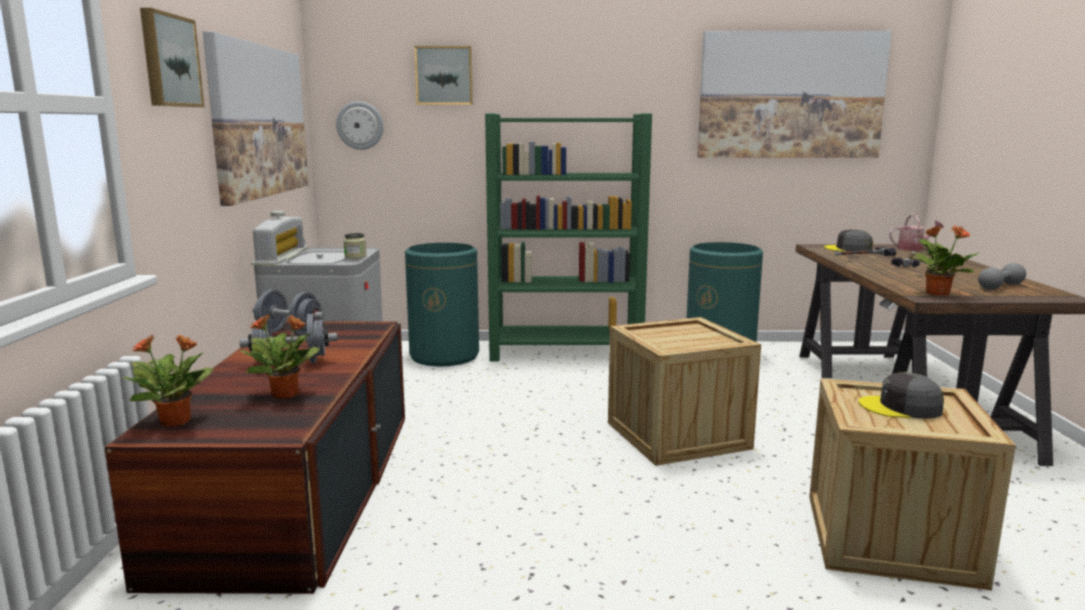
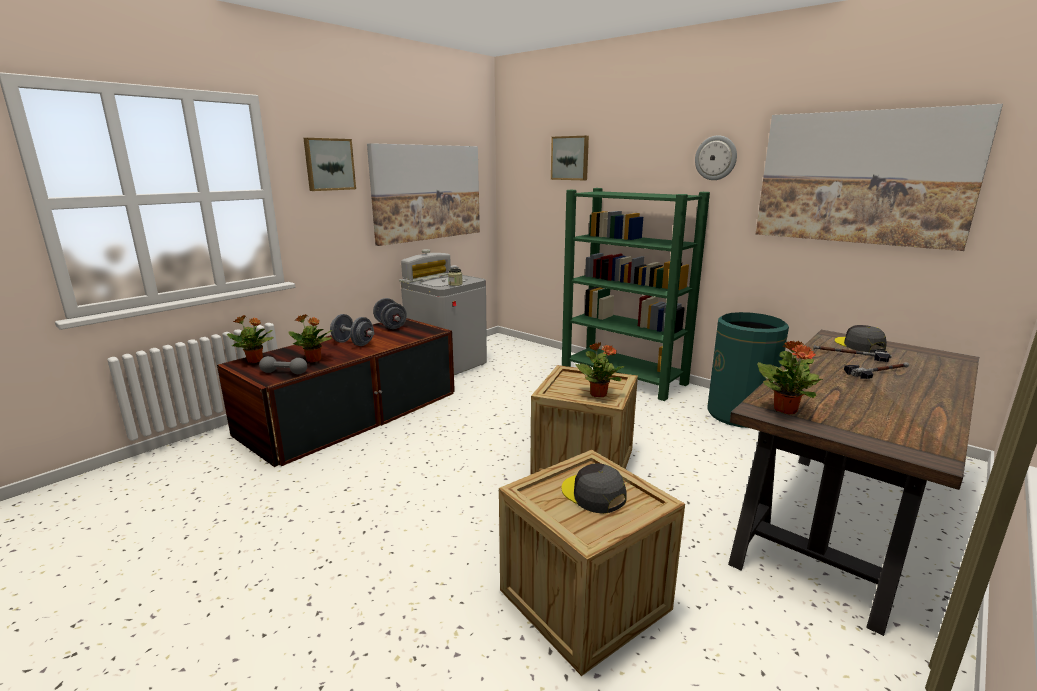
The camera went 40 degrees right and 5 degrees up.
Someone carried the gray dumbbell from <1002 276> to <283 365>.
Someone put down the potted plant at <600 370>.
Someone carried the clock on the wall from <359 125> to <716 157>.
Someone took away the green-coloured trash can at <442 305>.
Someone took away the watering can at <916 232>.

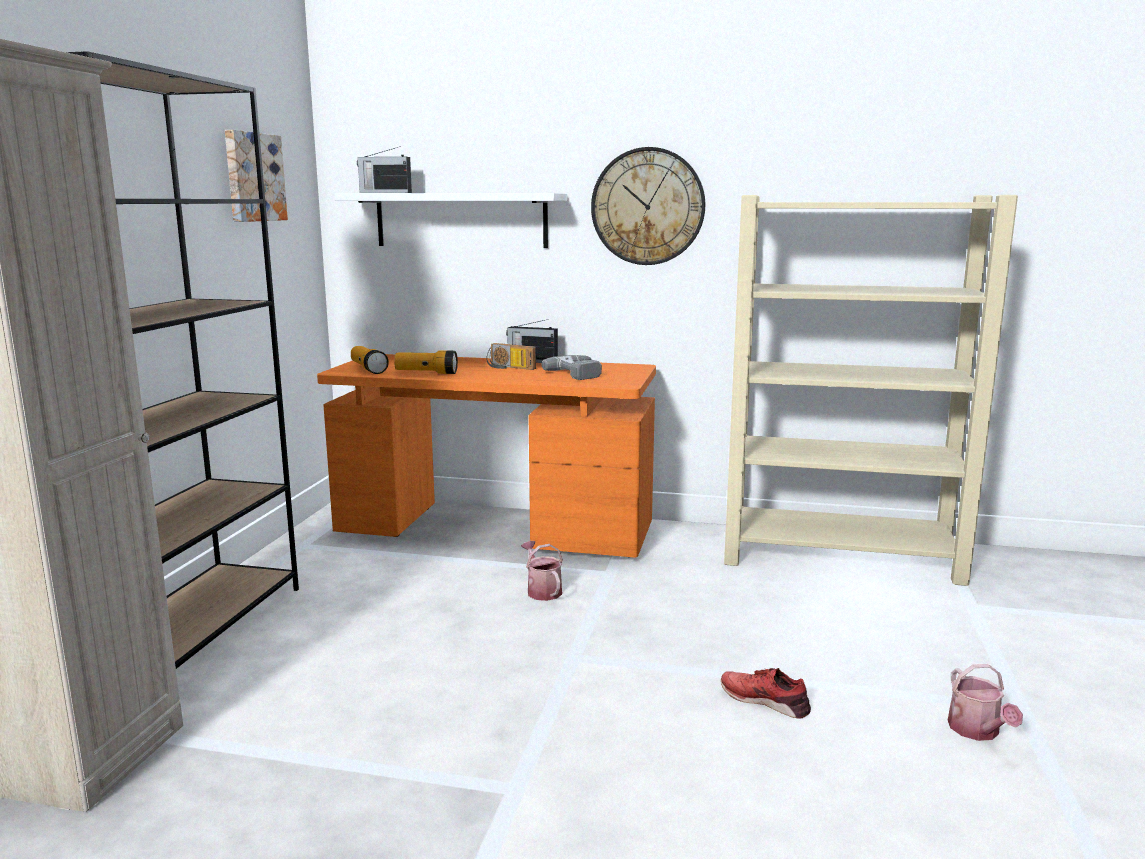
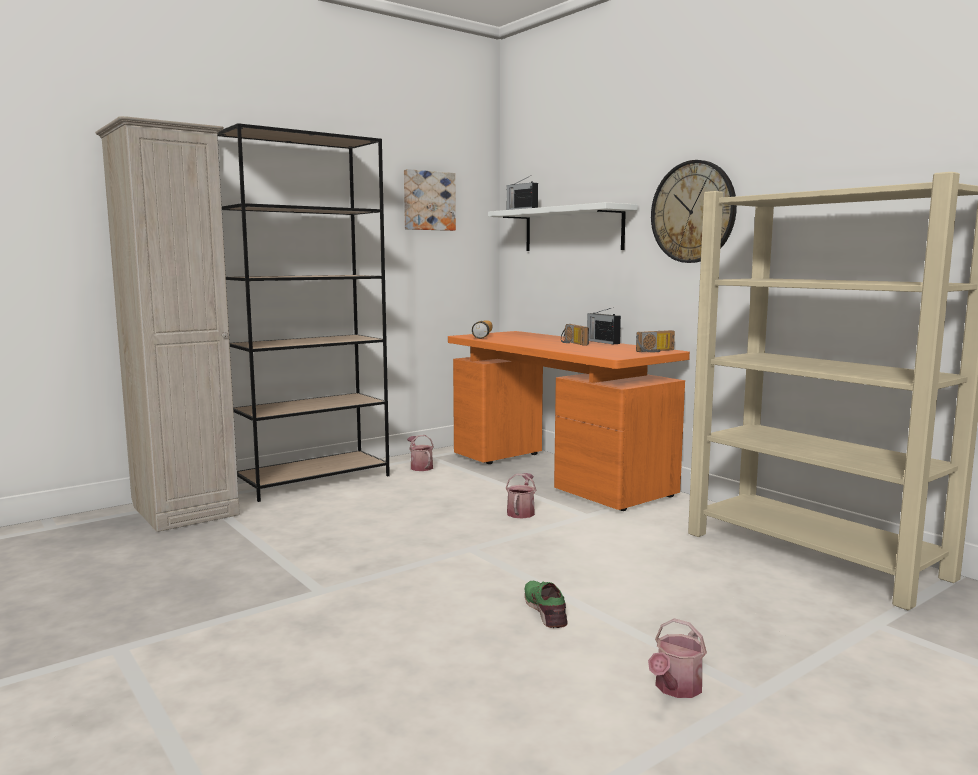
The camera went 40 degrees right and 5 degrees down.
Someone put down the watering can at <420 453>.
Someone repainted the reddish low shoe at <766 693>, which became the green-coloured low shoe at <546 604>.
Someone put down the radio at <655 341>.
Someone took away the hand torch at <426 362>.
Someone took away the drill at <572 367>.

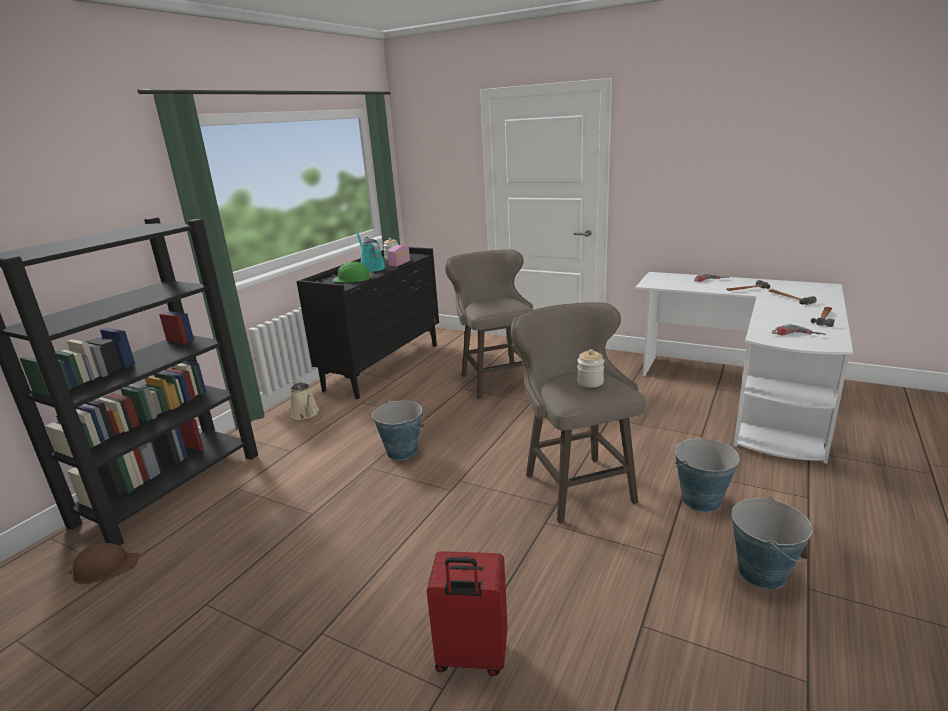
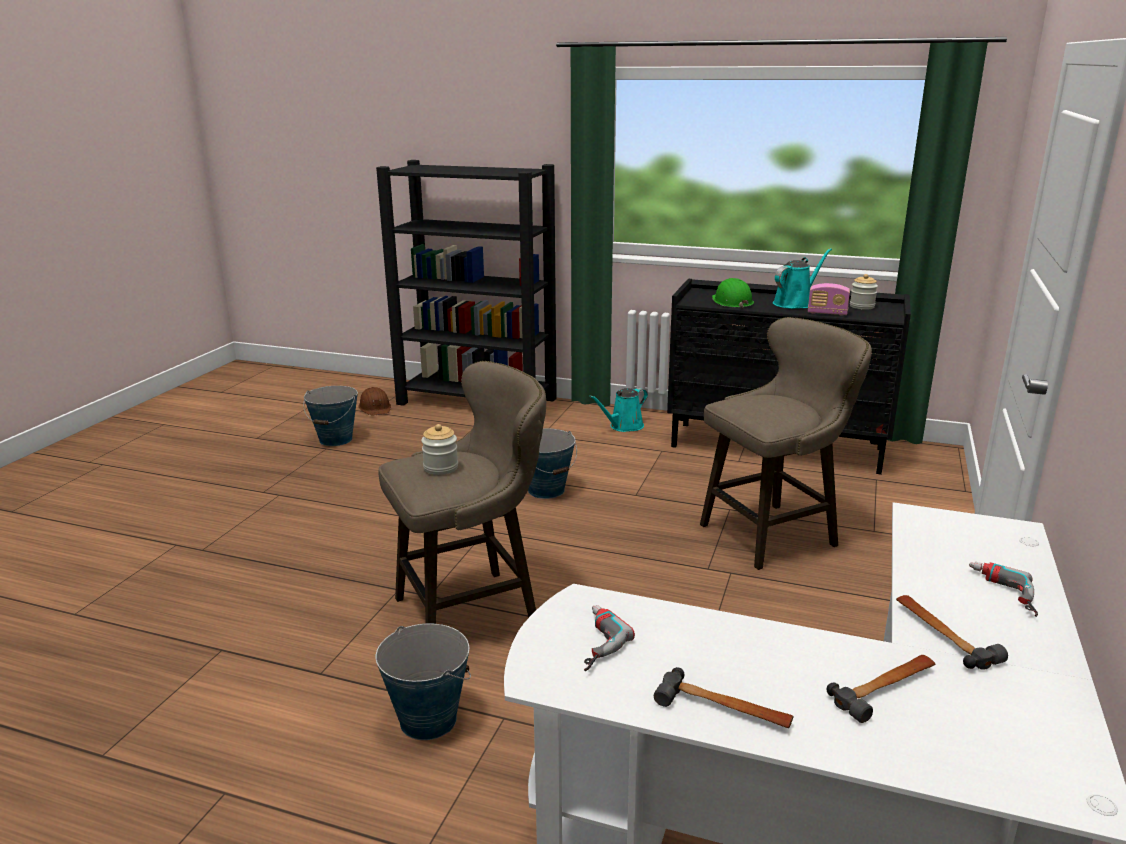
The camera went 80 degrees right and 0 degrees up.
Someone carried the pail from <772 543> to <330 416>.
Someone repainted the sand-coloured watering can at <304 400>, which became the blue-green watering can at <618 410>.
Someone took away the reddish travel case at <467 613>.

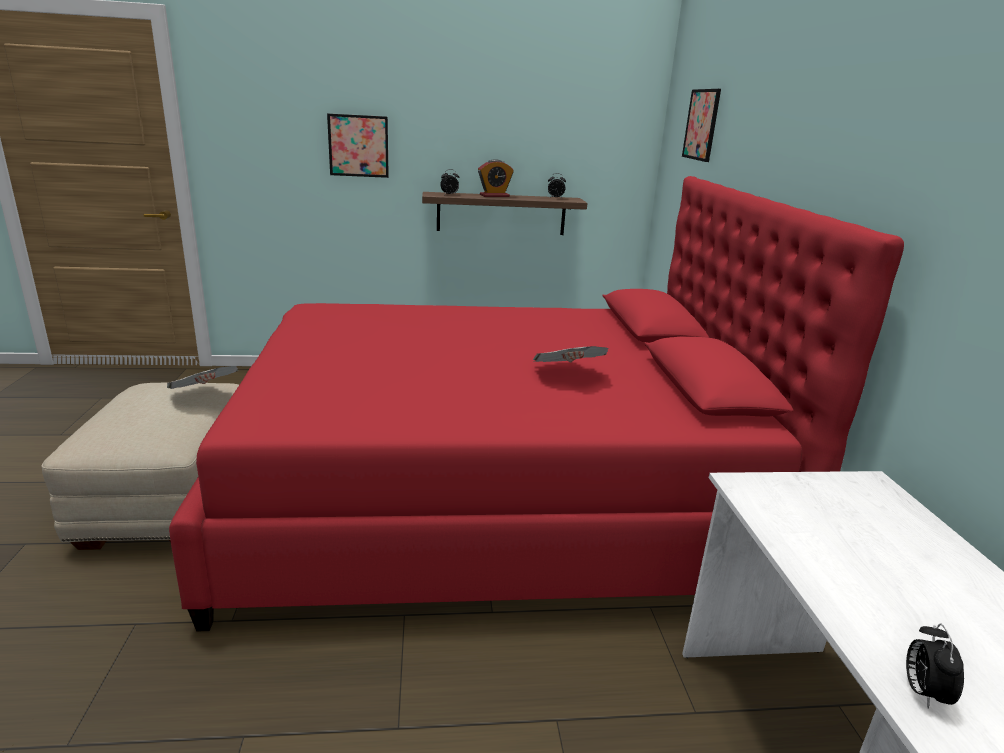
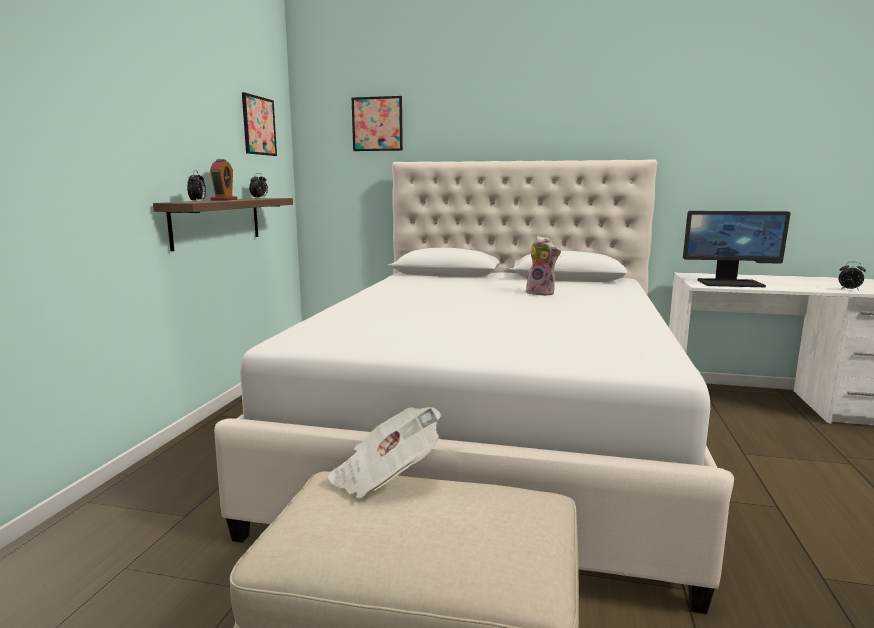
The camera went 70 degrees left and 10 degrees down.
Someone repainted the reddish bed at <536 404>, which became the white bed at <474 386>.
Someone carried the picture from <358 145> to <259 124>.
Someone swapped the daily paper at <571 354> for the plush toy at <542 266>.
Someone put down the computer display at <737 249>.

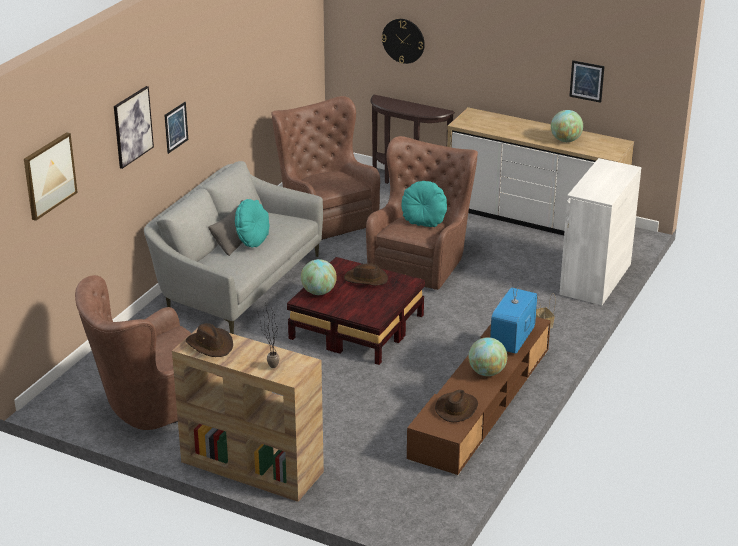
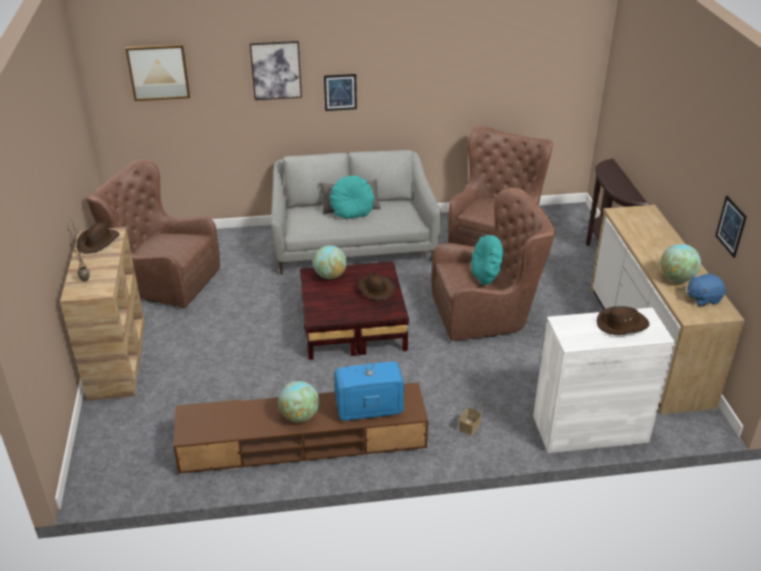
The camera went 55 degrees right and 5 degrees up.
Someone carried the brown-coloured hat from <456 406> to <623 320>.
Someone put down the blue-coloured plush toy at <706 290>.
Someone took away the clock on the wall at <403 41>.

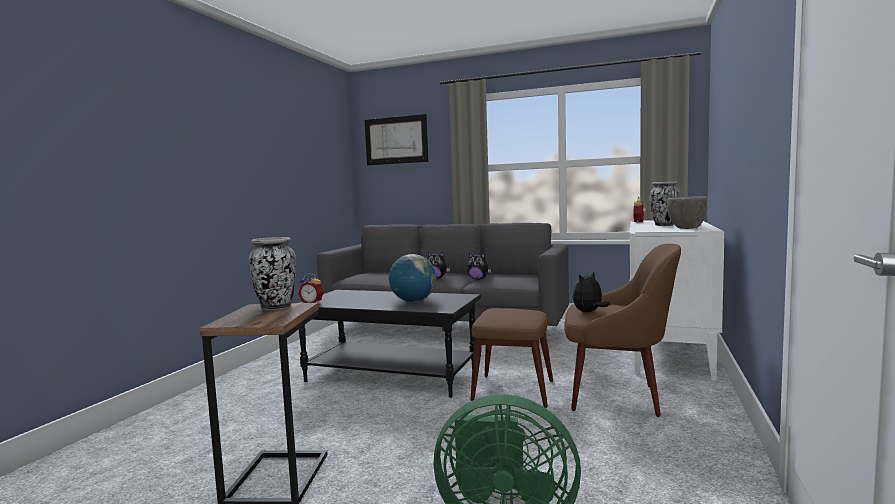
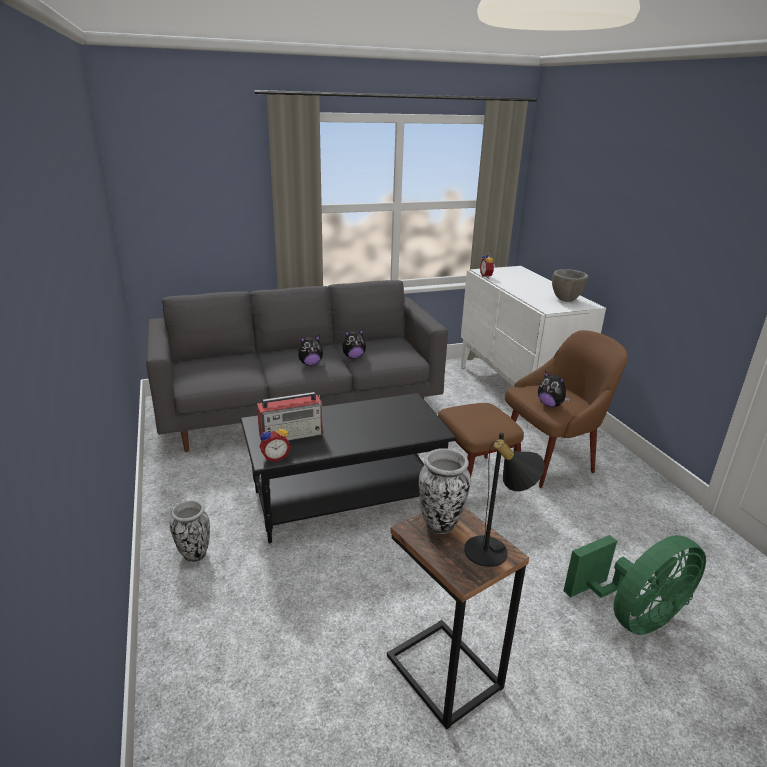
The camera went 40 degrees left and 20 degrees up.
Someone carried the flower vase from <665 204> to <190 531>.
Someone put down the radio at <290 416>.
Someone put down the black-coloured table lamp at <504 500>.
Someone rotated the plush toy at <591 291> by 60 degrees counterclockwise.
Someone took away the picture at <396 139>.
Someone took away the desk globe at <412 278>.

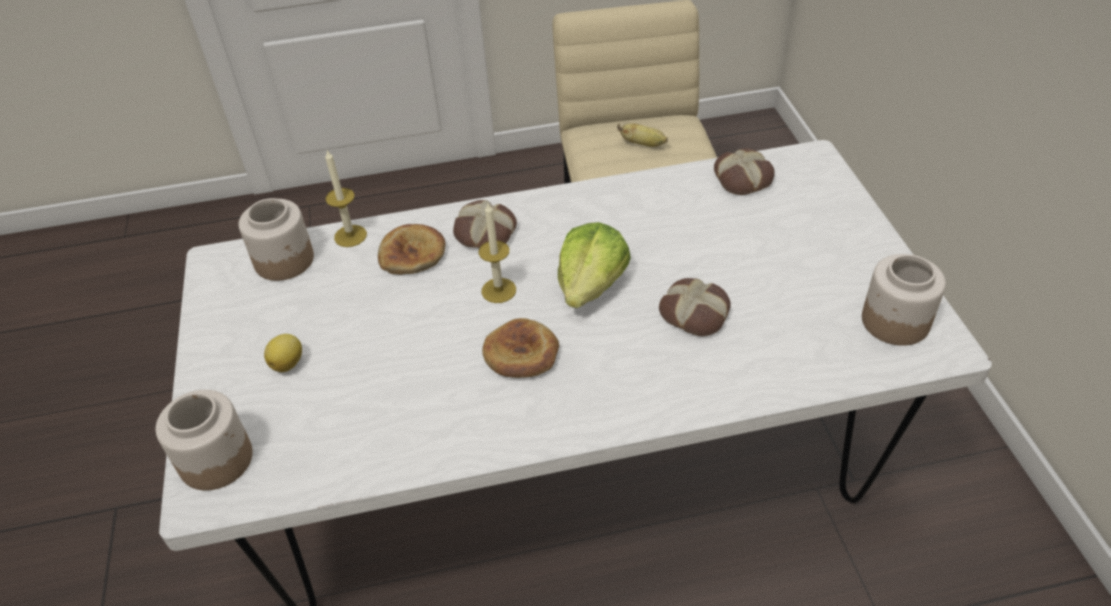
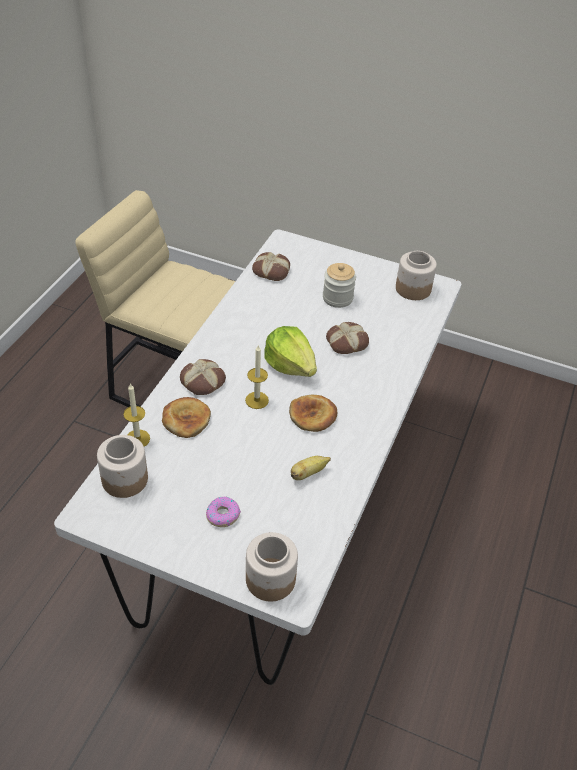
The camera went 60 degrees left and 0 degrees up.
Someone swapped the lemon at <283 353> for the donut at <223 512>.
Someone carried the whole banana from <642 135> to <311 468>.
Someone put down the jar at <339 285>.

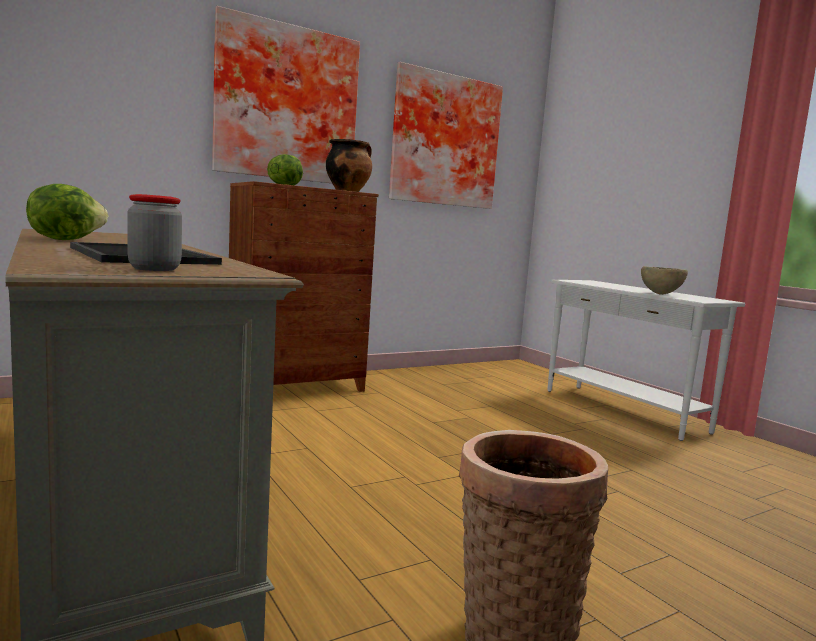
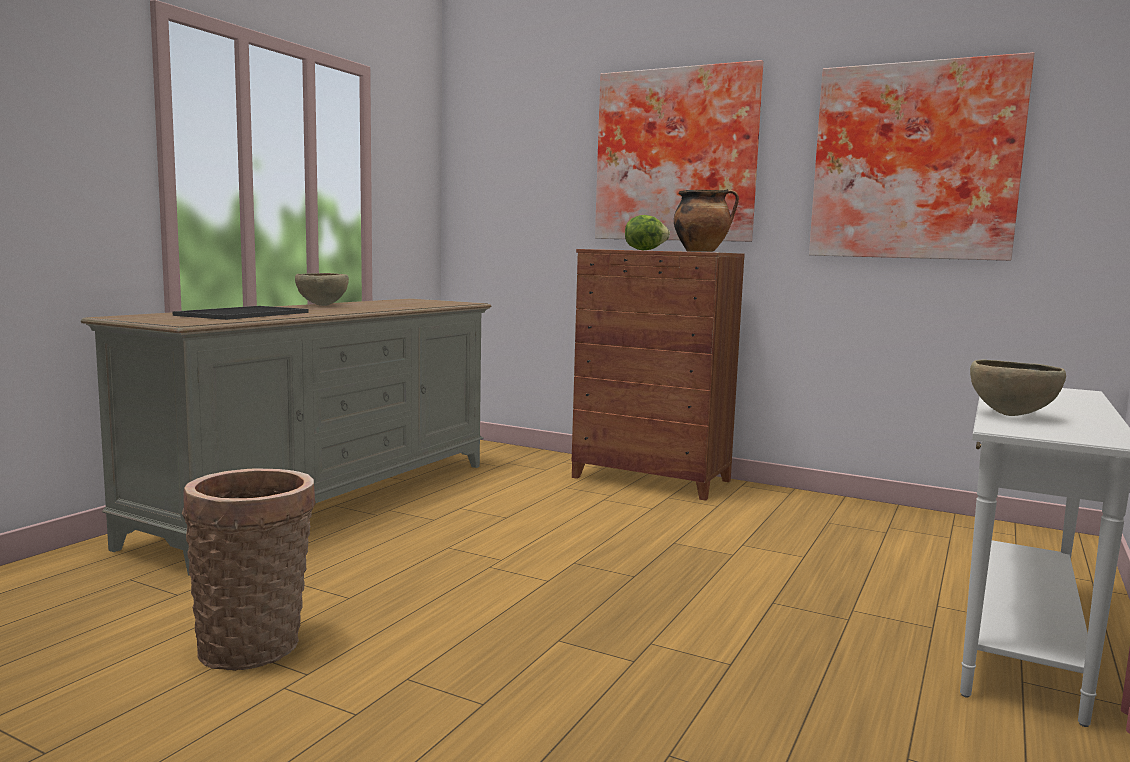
The camera went 60 degrees right and 0 degrees up.
Someone swapped the lettuce at <67 212> for the brown-coloured serving bowl at <322 289>.
Someone took away the jar at <154 232>.

